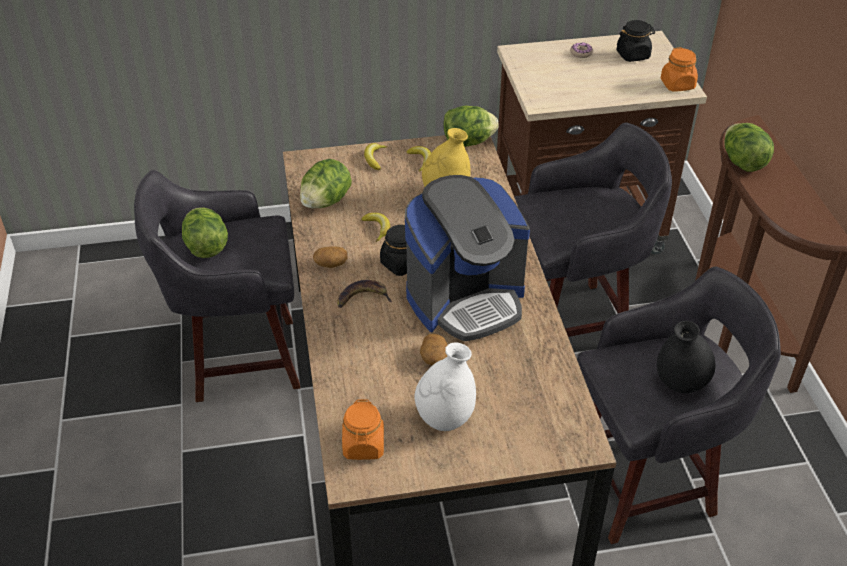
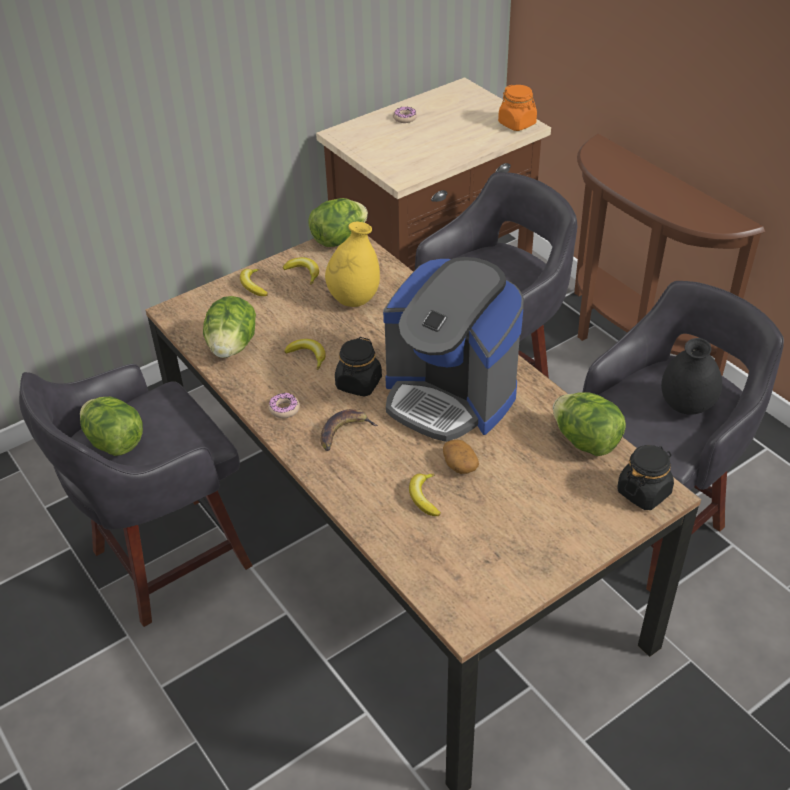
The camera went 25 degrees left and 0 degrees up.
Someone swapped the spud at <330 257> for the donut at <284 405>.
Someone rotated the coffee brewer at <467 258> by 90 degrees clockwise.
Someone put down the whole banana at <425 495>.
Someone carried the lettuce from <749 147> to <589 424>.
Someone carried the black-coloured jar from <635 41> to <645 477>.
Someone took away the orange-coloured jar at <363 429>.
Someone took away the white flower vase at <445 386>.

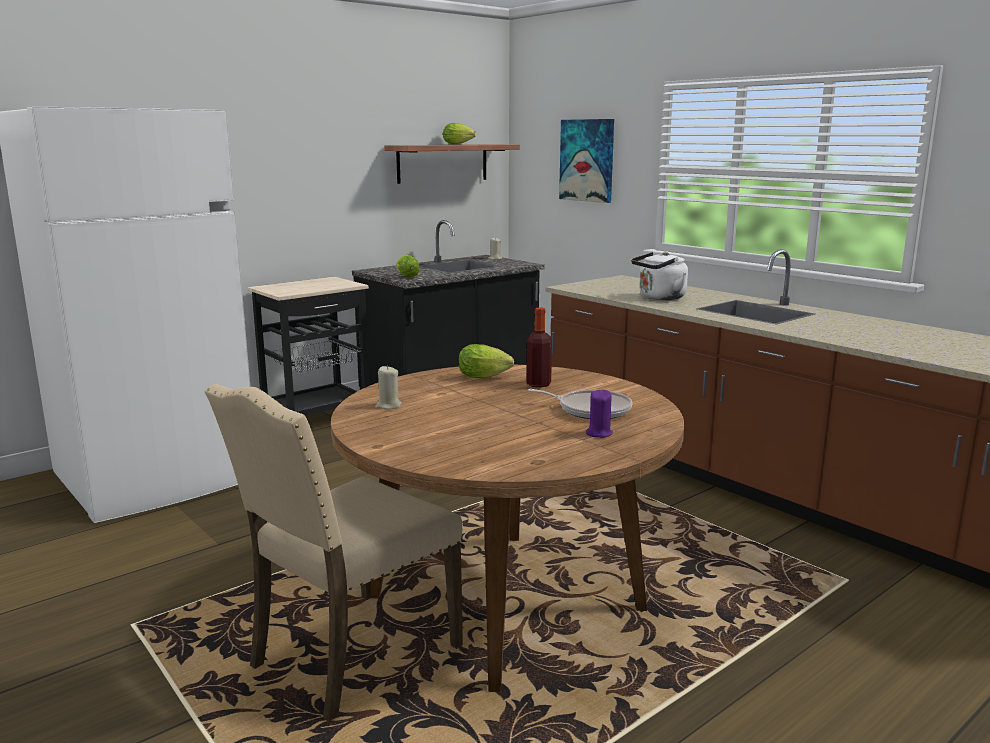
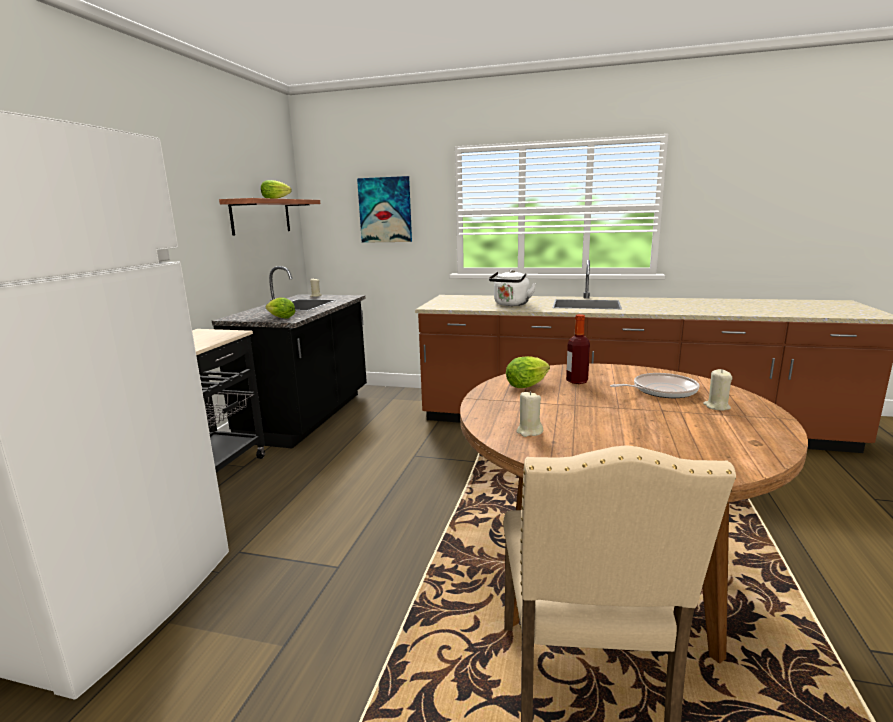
The camera went 35 degrees left and 0 degrees up.
Someone repainted the purplish wax candle at <599 414>, which became the sand-coloured wax candle at <717 390>.

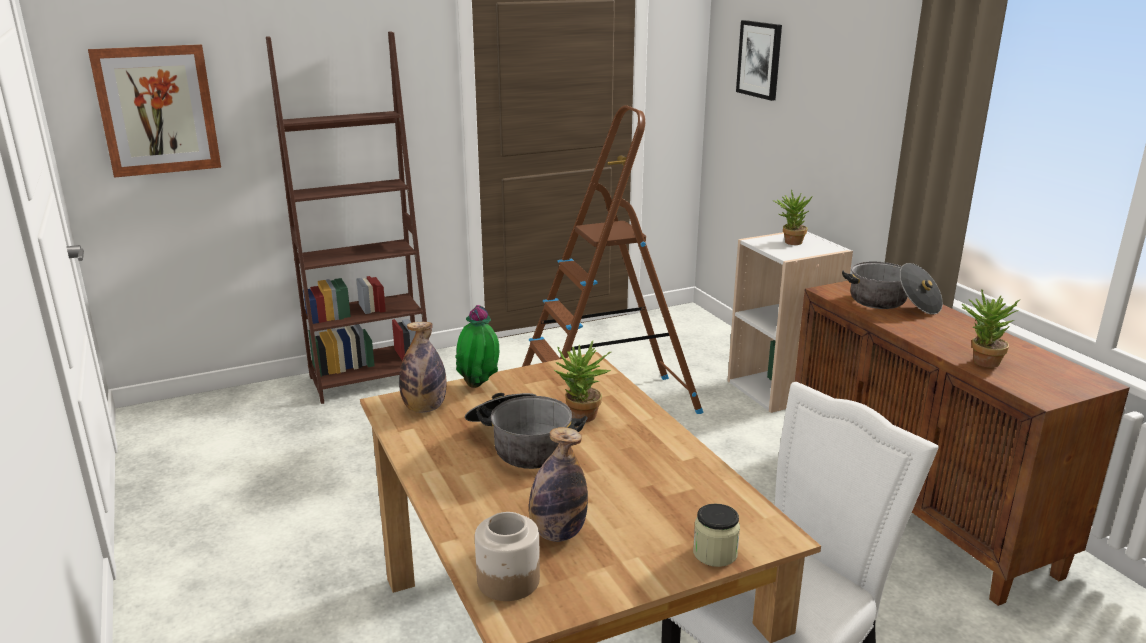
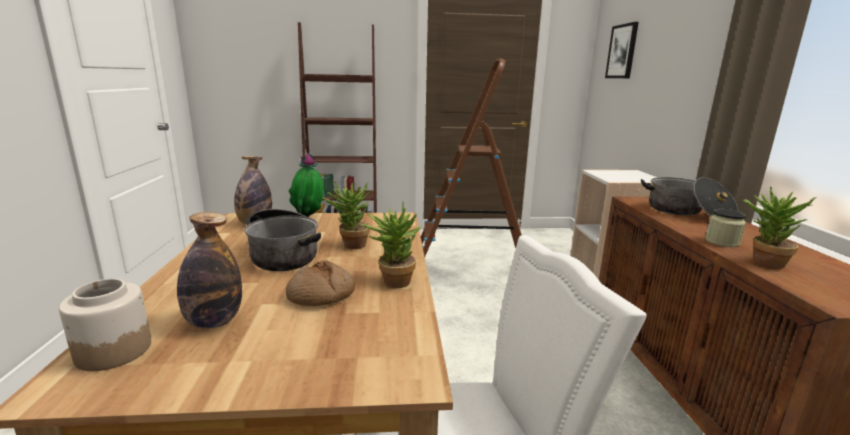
The camera went 20 degrees right and 5 degrees down.
Someone put down the baked bread at <320 283>.
Someone carried the potted plant from <792 217> to <390 245>.
Someone carried the jar from <716 535> to <725 228>.
Someone took away the picture at <154 111>.

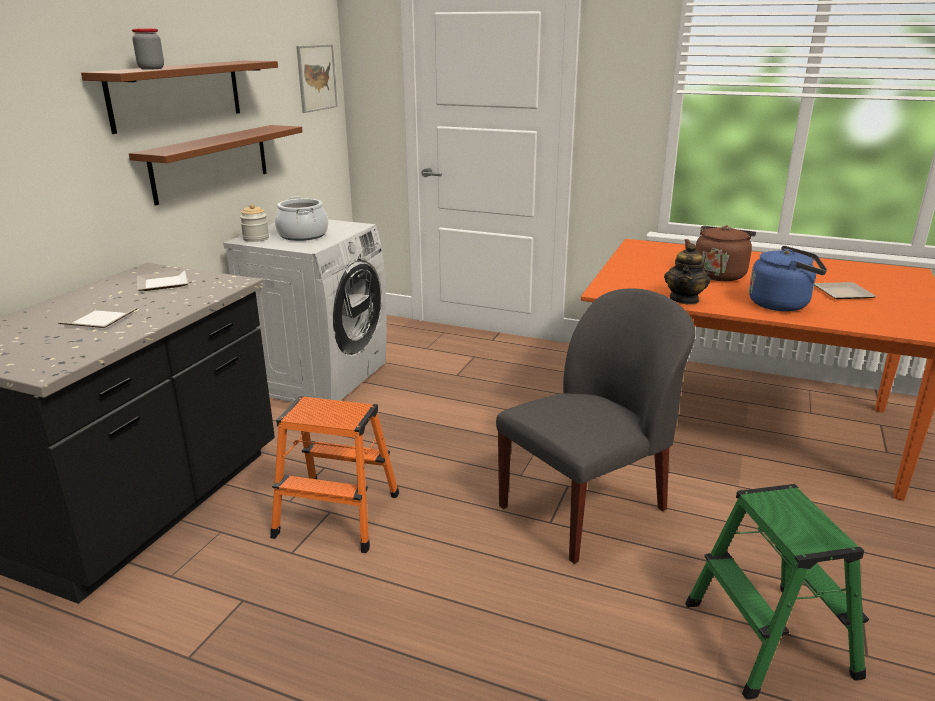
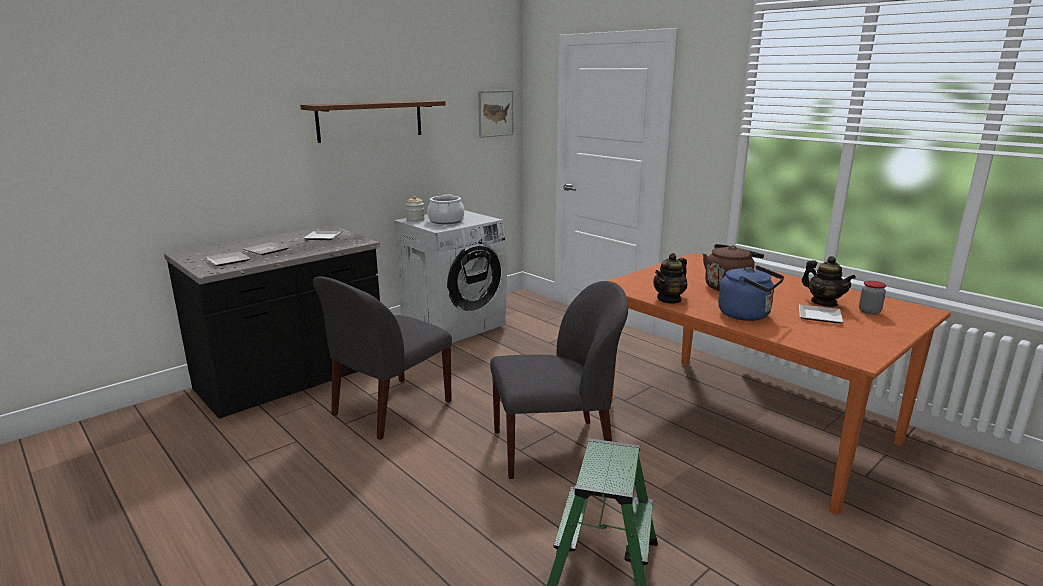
The camera went 25 degrees right and 5 degrees down.
Someone put down the plate at <228 259>.
Someone swapped the orange-coloured stepladder at <334 474> for the gray plain chair at <382 358>.
Someone put down the tea pot at <829 281>.
Someone carried the jar from <148 49> to <872 298>.
Someone took away the brown-coloured wall shelf at <216 165>.

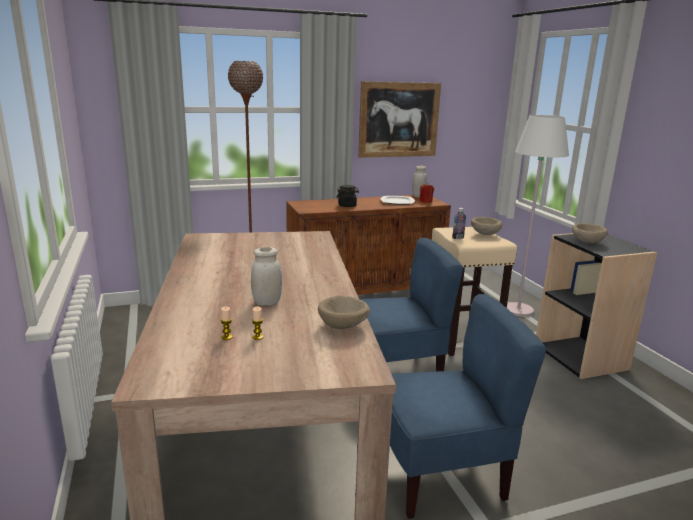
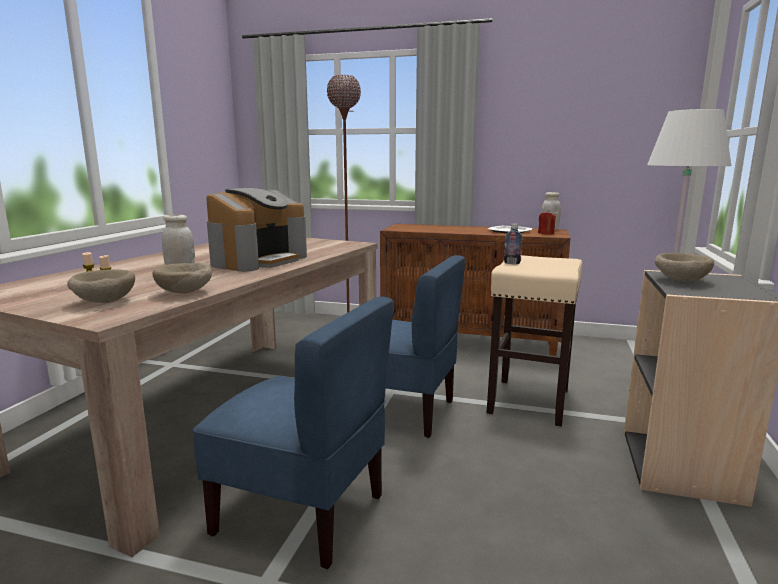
The camera went 35 degrees right and 5 degrees down.
Someone carried the sand-coloured serving bowl from <487 226> to <101 286>.
Someone put down the coffee brewer at <256 230>.
Someone took away the black-coloured jar at <347 196>.
Someone took away the picture at <399 119>.

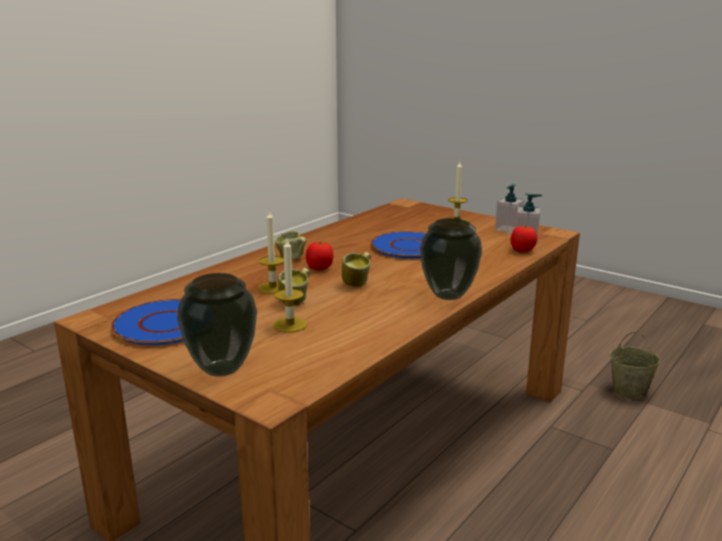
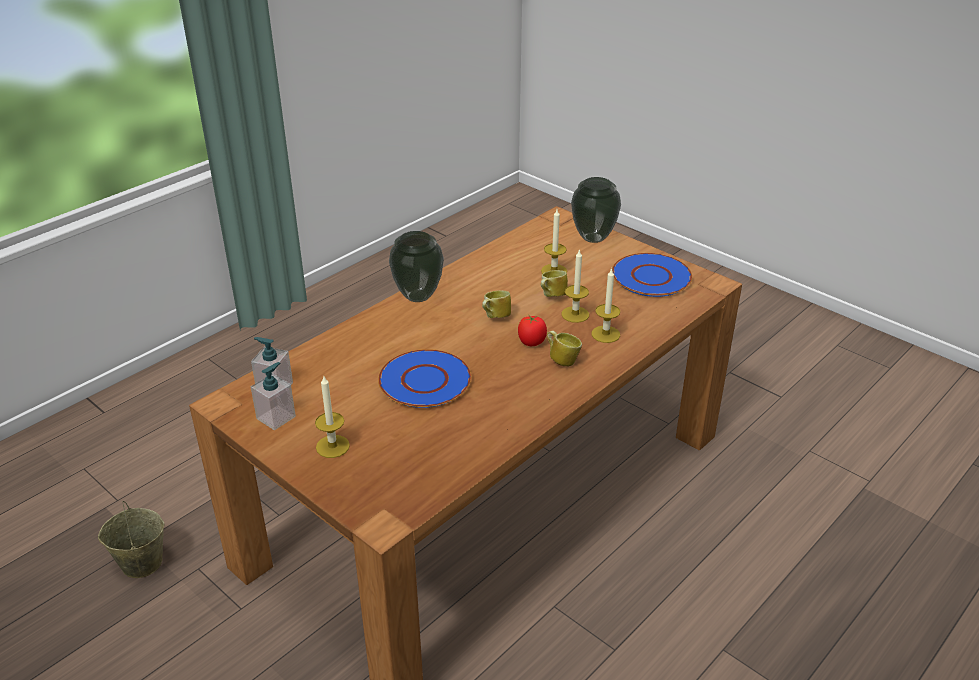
The camera went 175 degrees left and 15 degrees up.
Someone put down the wax candle at <606 305>.
Someone took away the tomato at <524 239>.

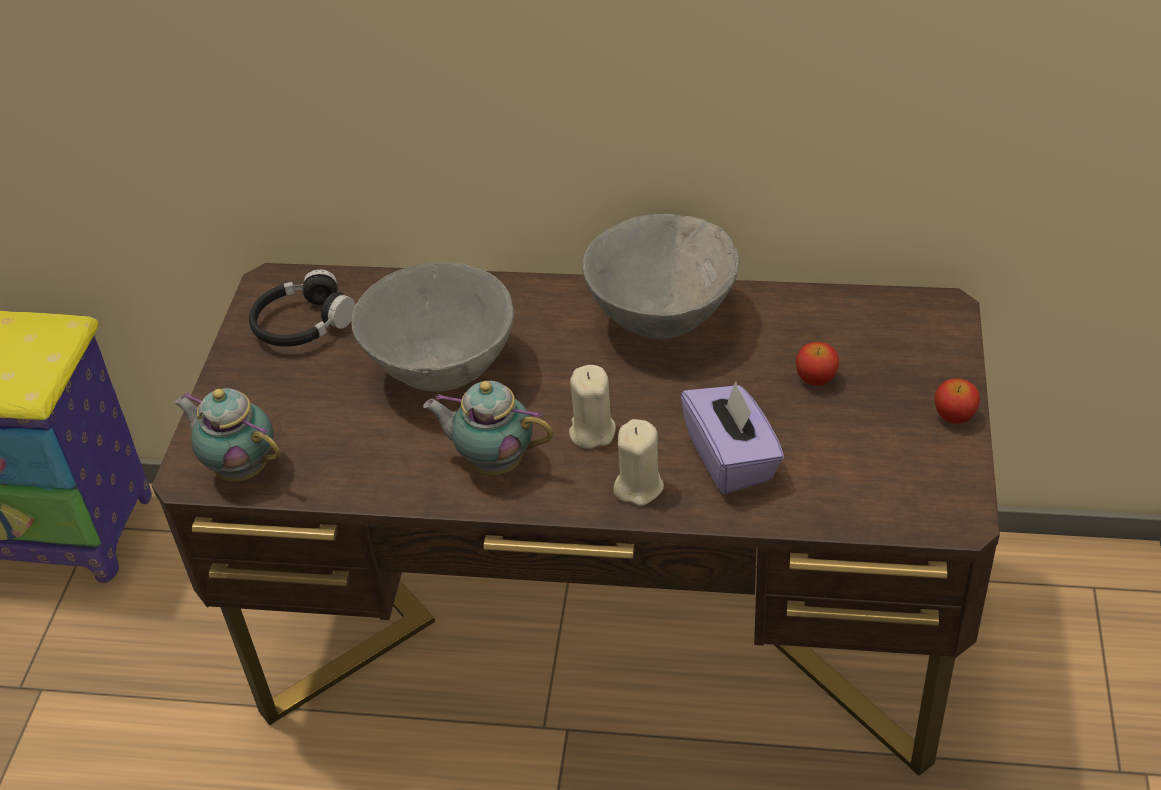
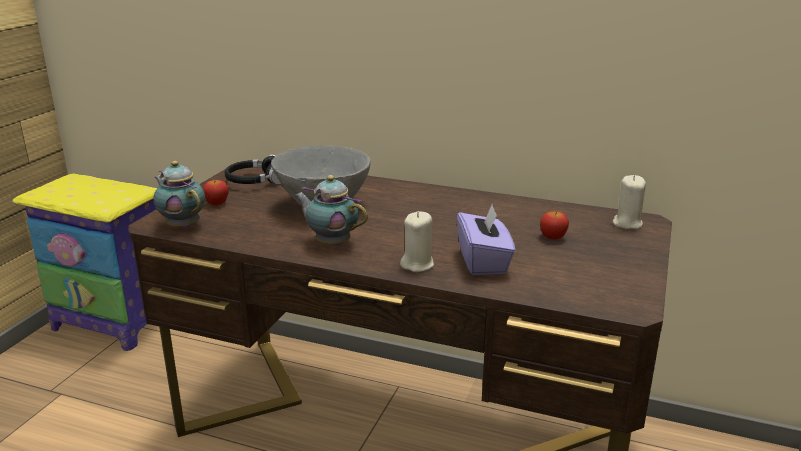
The camera went 10 degrees right and 20 degrees down.
Someone carried the whole apple from <957 401> to <216 193>.
Someone carried the sand-coloured wax candle from <592 407> to <629 202>.
Someone took away the gray serving bowl at <661 276>.

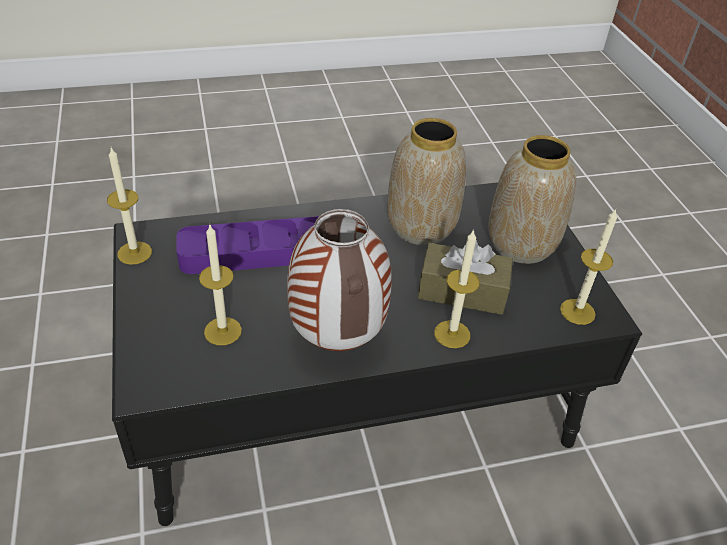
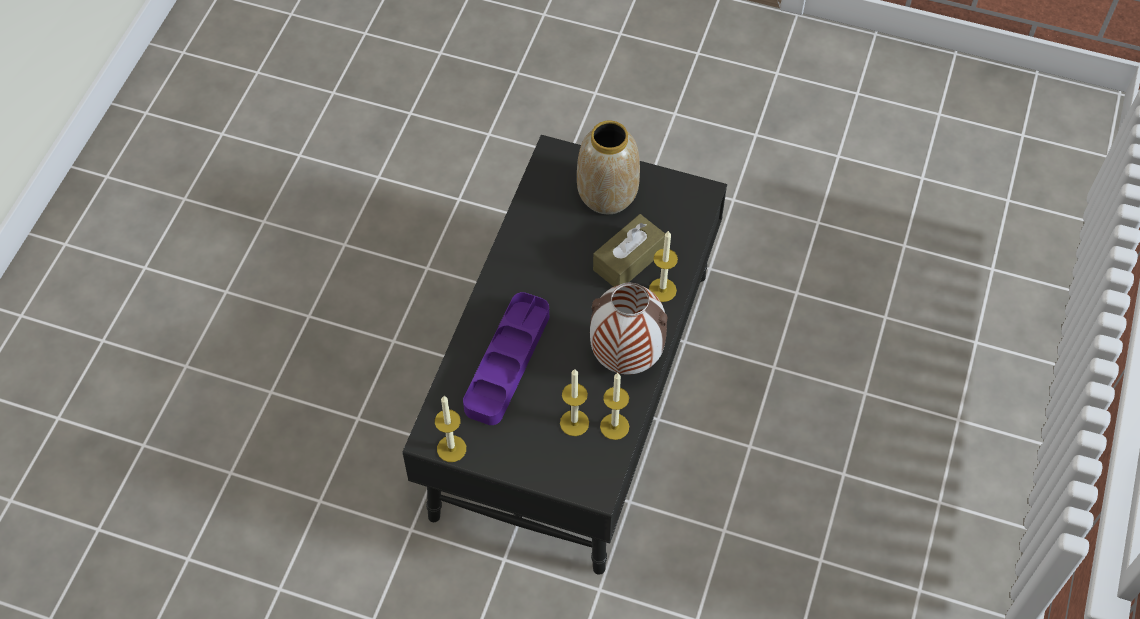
The camera went 55 degrees left and 15 degrees up.
Someone carried the wax candle from <588 267> to <614 406>.
Someone took away the flower vase at <426 181>.

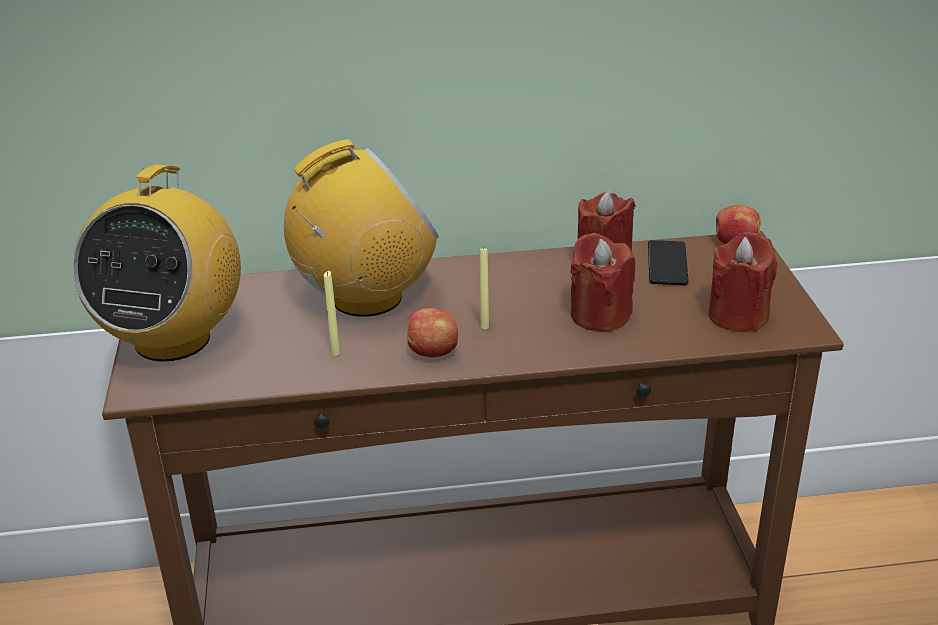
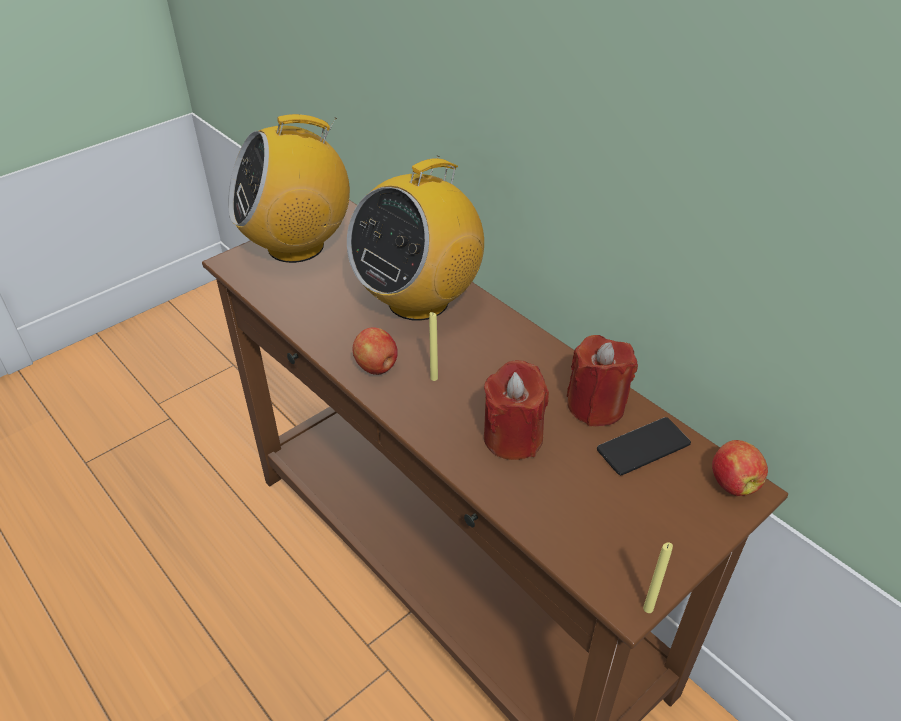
The camera went 55 degrees right and 10 degrees up.
Someone rotated the radio at <361 228> by 105 degrees clockwise.
Someone carried the yellowish wax candle from <332 313> to <658 578>.
Someone took away the reddish wax candle at <742 281>.

